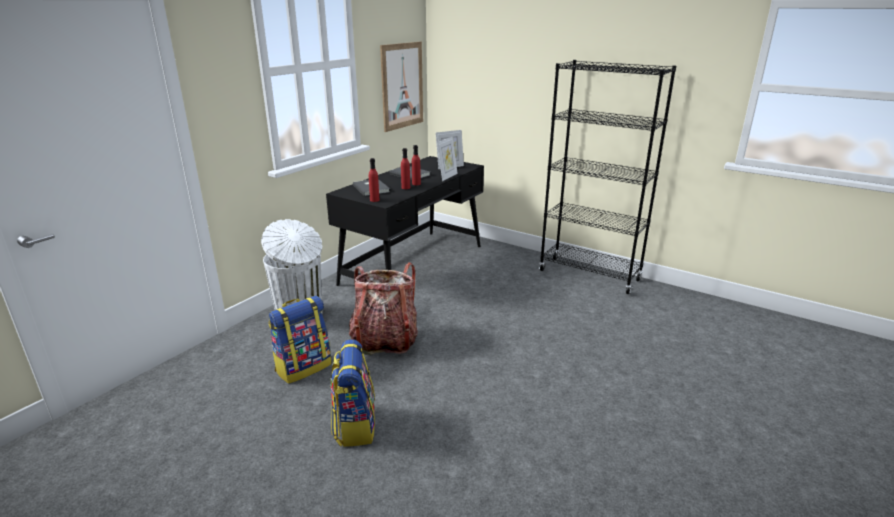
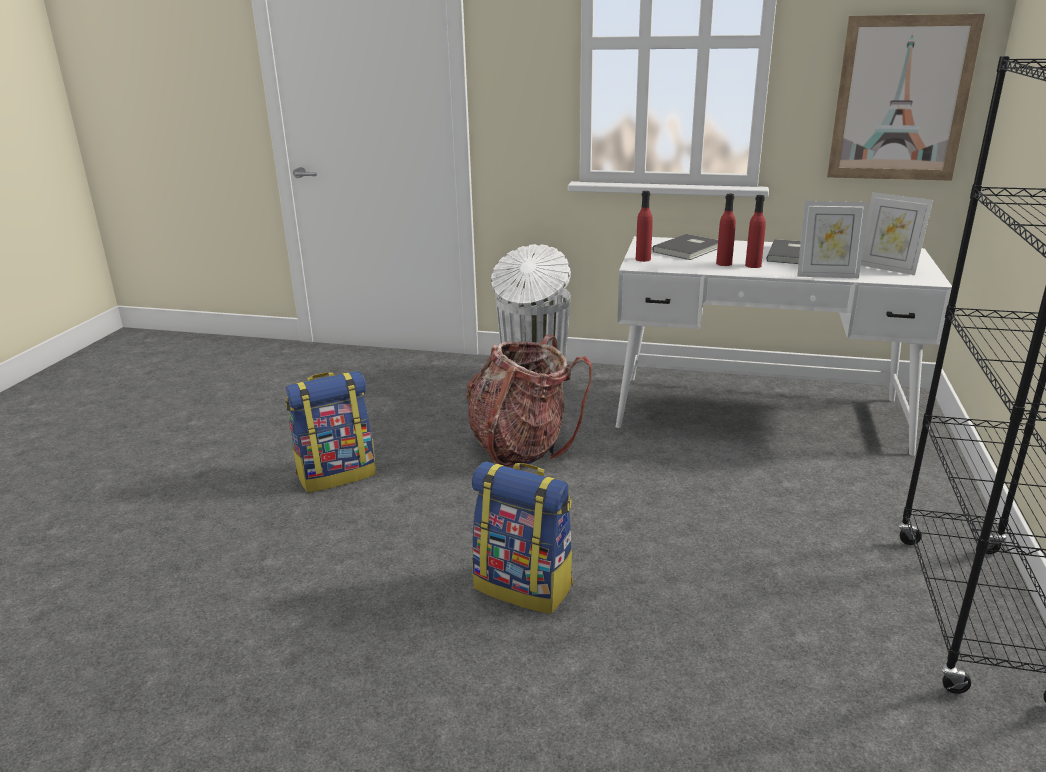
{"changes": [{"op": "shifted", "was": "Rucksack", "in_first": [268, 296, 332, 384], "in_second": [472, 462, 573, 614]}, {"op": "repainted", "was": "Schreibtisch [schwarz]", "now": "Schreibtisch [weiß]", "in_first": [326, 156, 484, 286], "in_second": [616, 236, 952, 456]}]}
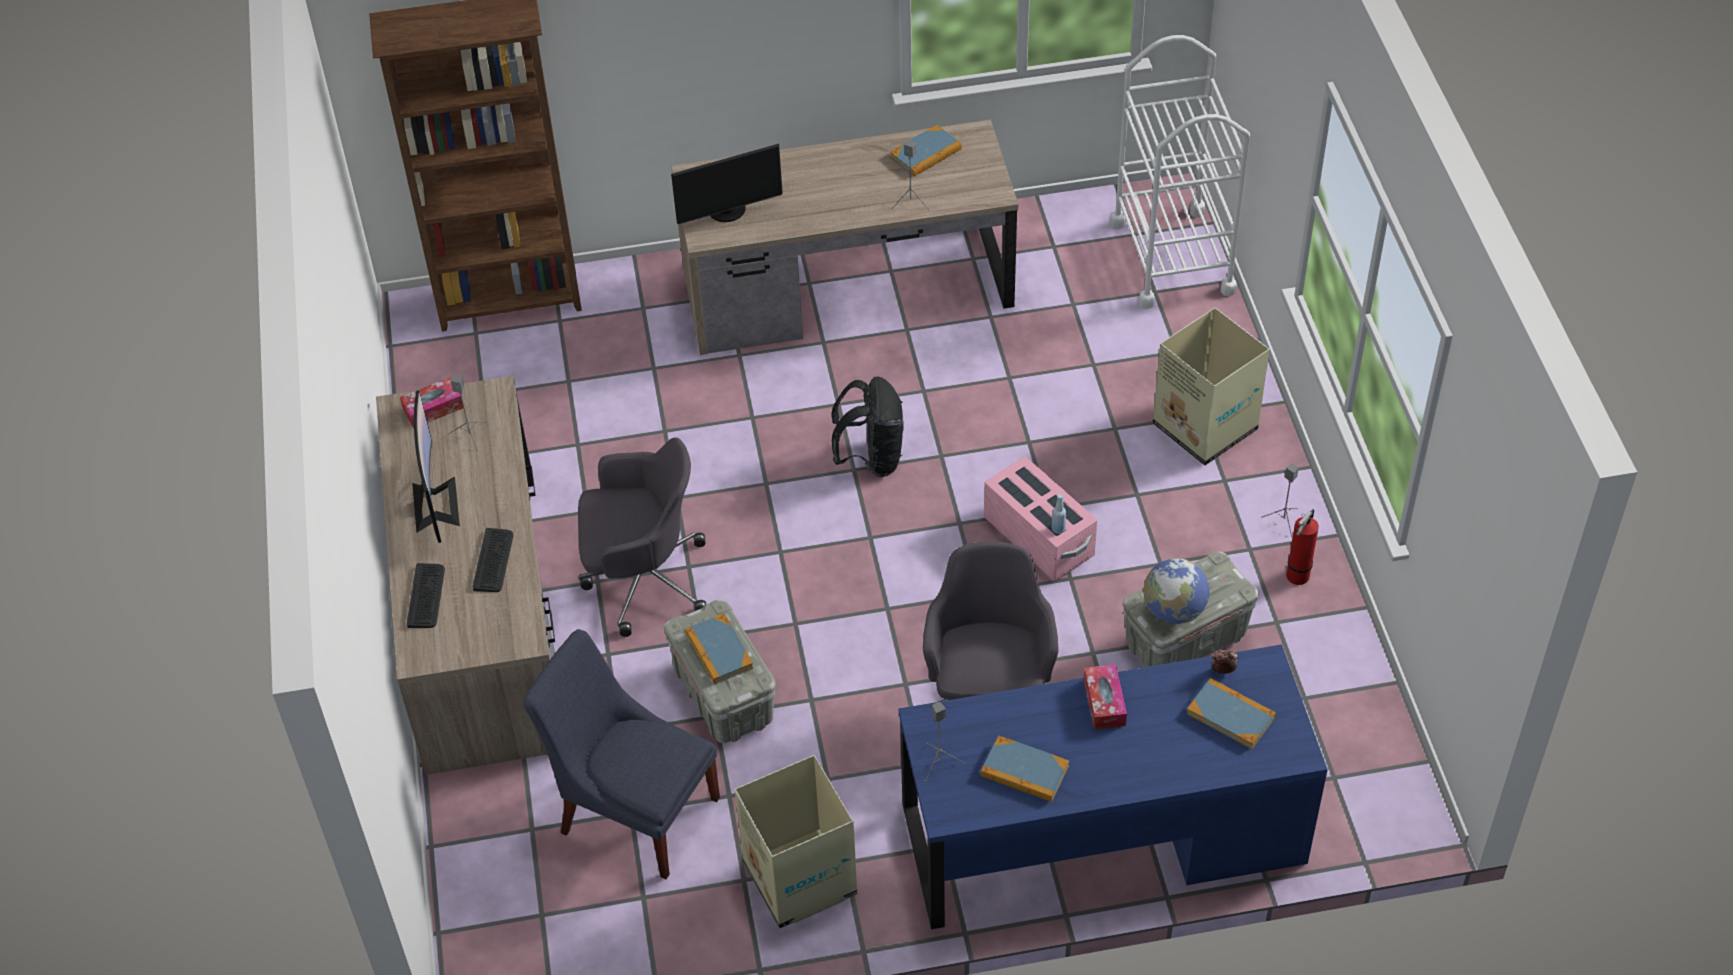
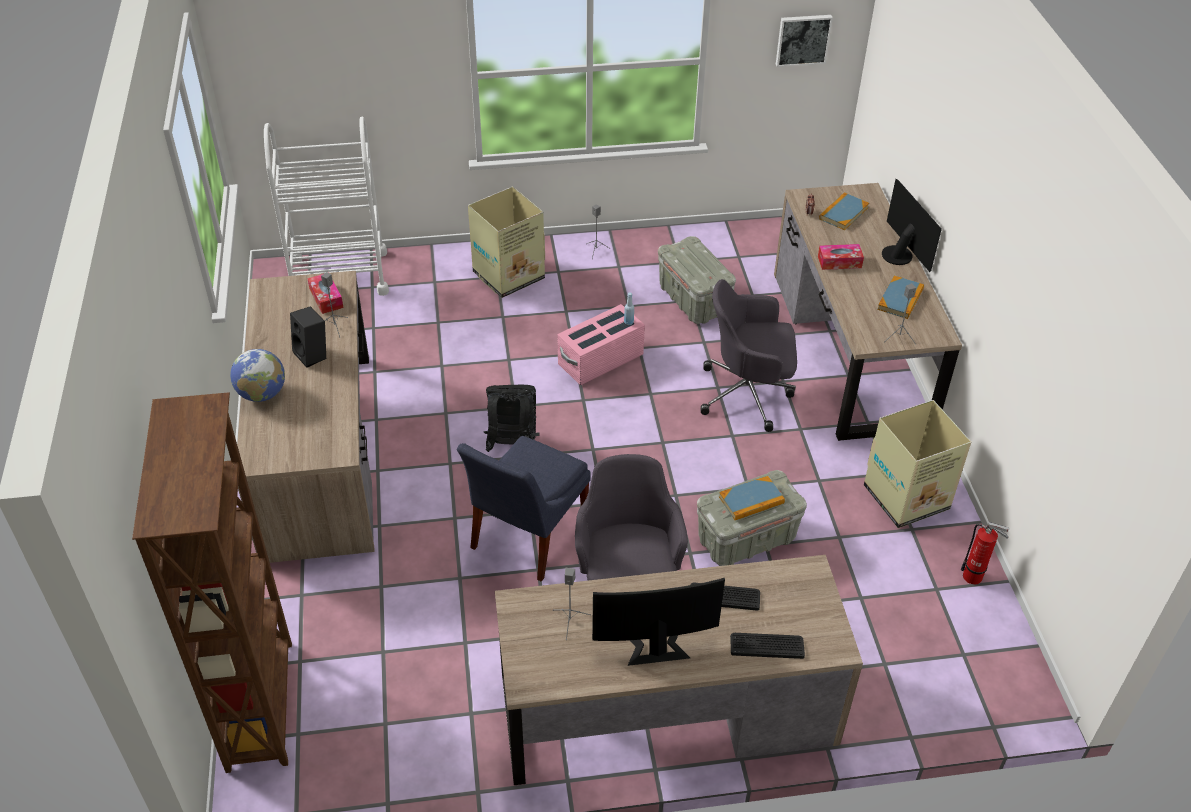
{"changes": [{"op": "shifted", "was": "Globus", "in_first": [1143, 558, 1210, 624], "in_second": [230, 349, 285, 402]}, {"op": "new", "now": "Lautsprecher [schwarz]", "in_second": [290, 306, 326, 368]}, {"op": "shifted", "was": "Taschentuchbox", "in_first": [400, 377, 463, 428], "in_second": [307, 272, 343, 314]}, {"op": "shifted", "was": "Stuhl [blau]", "in_first": [524, 629, 720, 879], "in_second": [457, 436, 591, 581]}, {"op": "repainted", "was": "Schreibtisch [blau]", "now": "Schreibtisch [braun]", "in_first": [899, 644, 1328, 929], "in_second": [774, 183, 962, 441]}, {"op": "new", "now": "Bild", "in_second": [776, 15, 833, 67]}, {"op": "shifted", "was": "Monitor", "in_first": [671, 144, 783, 224], "in_second": [882, 179, 942, 272]}, {"op": "shifted", "was": "Feuerlöscher", "in_first": [1286, 509, 1319, 585], "in_second": [961, 522, 1009, 584]}, {"op": "gone", "was": "Buch", "in_first": [890, 125, 962, 177]}]}
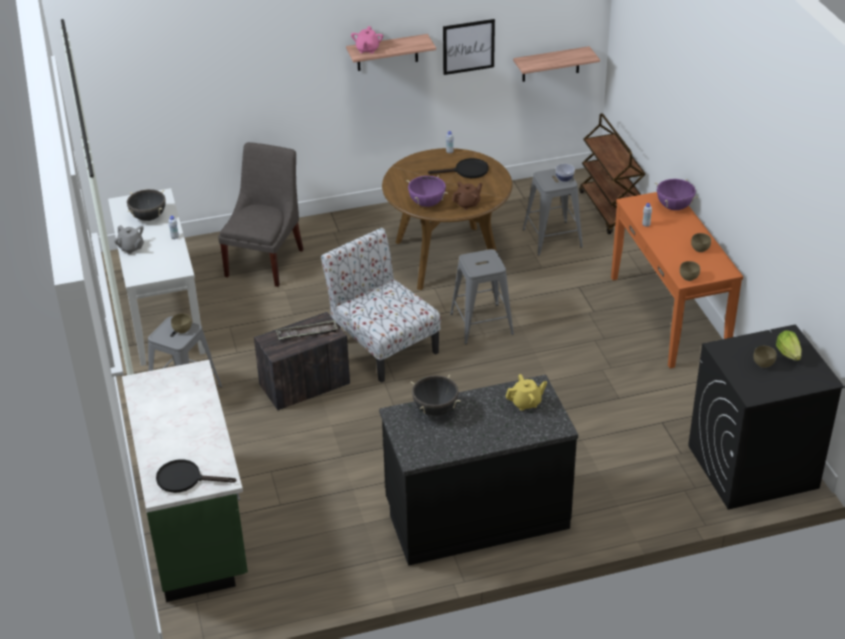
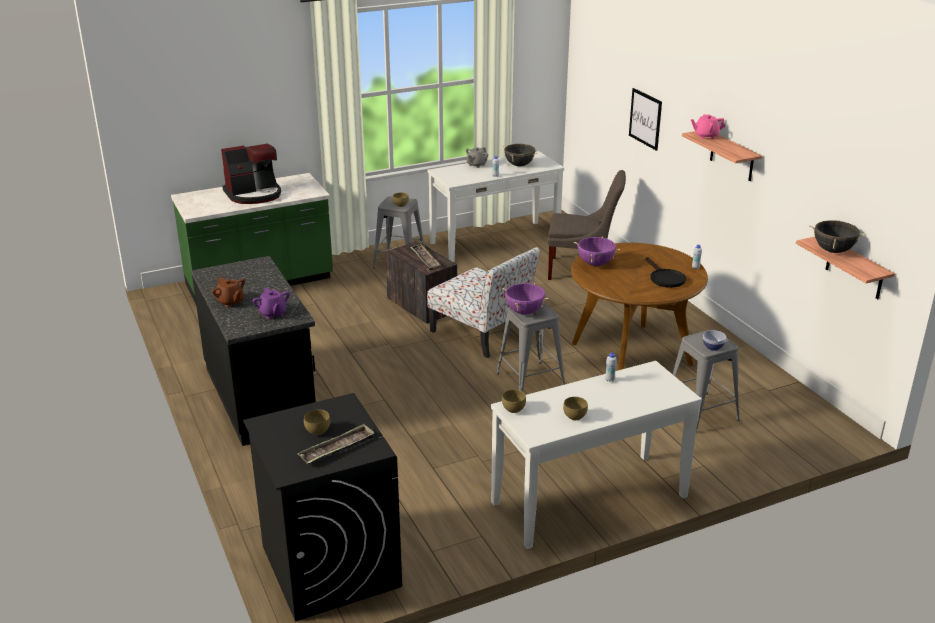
{"changes": [{"op": "shifted", "was": "Teekanne [braun]", "in_first": [452, 182, 482, 210], "in_second": [212, 277, 245, 307]}, {"op": "new", "now": "Kaffeemaschine", "in_second": [221, 143, 281, 204]}, {"op": "repainted", "was": "Teekanne [gelb]", "now": "Teekanne [lila]", "in_first": [506, 374, 547, 411], "in_second": [253, 287, 290, 319]}, {"op": "swapped", "was": "Salatkopf", "now": "Tablett", "in_first": [776, 331, 801, 361], "in_second": [298, 424, 375, 464]}, {"op": "rotated", "was": "Stuhl", "in_first": [321, 228, 441, 383], "in_second": [427, 247, 540, 358], "clockwise": 90}, {"op": "repainted", "was": "Konsolentisch [orange]", "now": "Konsolentisch [weiß]", "in_first": [611, 192, 743, 368], "in_second": [491, 361, 702, 549]}, {"op": "shifted", "was": "Kochtopf [lila]", "in_first": [655, 179, 698, 210], "in_second": [502, 283, 549, 315]}, {"op": "shifted", "was": "Bild", "in_first": [443, 19, 495, 75], "in_second": [629, 88, 662, 151]}, {"op": "shifted", "was": "Kochtopf [schwarz]", "in_first": [410, 375, 461, 416], "in_second": [809, 220, 865, 253]}, {"op": "gone", "was": "Pfanne [schwarz]", "in_first": [156, 459, 236, 493]}, {"op": "gone", "was": "Rollwagen [braun]", "in_first": [579, 113, 646, 234]}]}
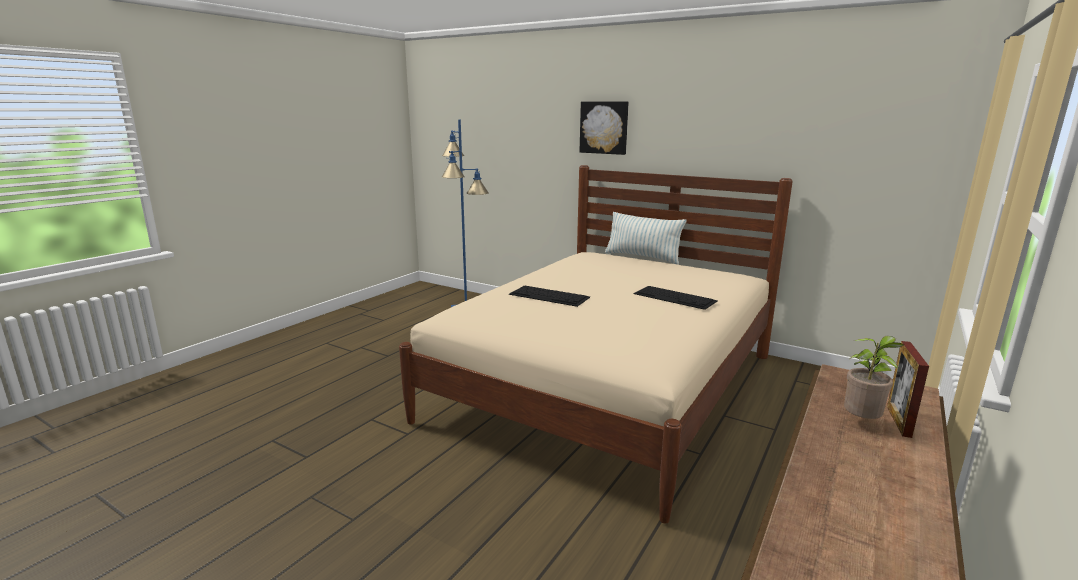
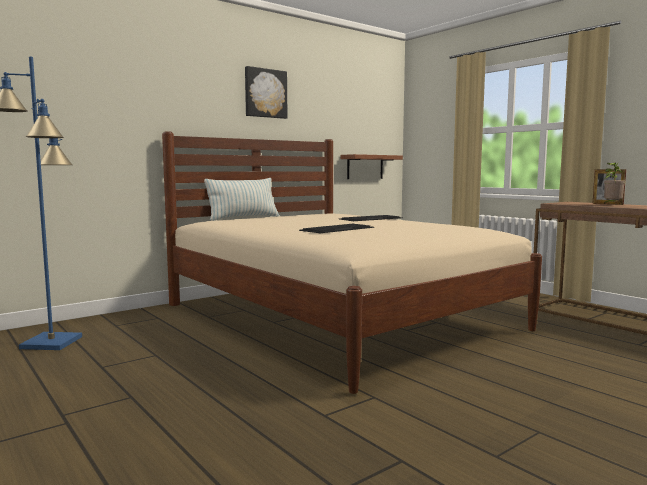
{"changes": [{"op": "shifted", "was": "Bild", "in_first": [579, 101, 629, 155], "in_second": [245, 66, 287, 119]}, {"op": "new", "now": "Wandregal [braun]", "in_second": [341, 154, 403, 179]}]}
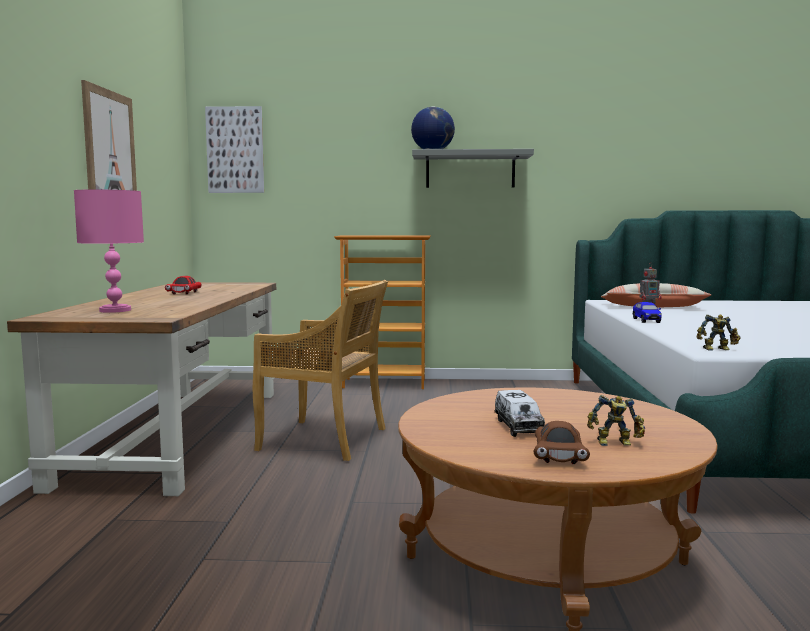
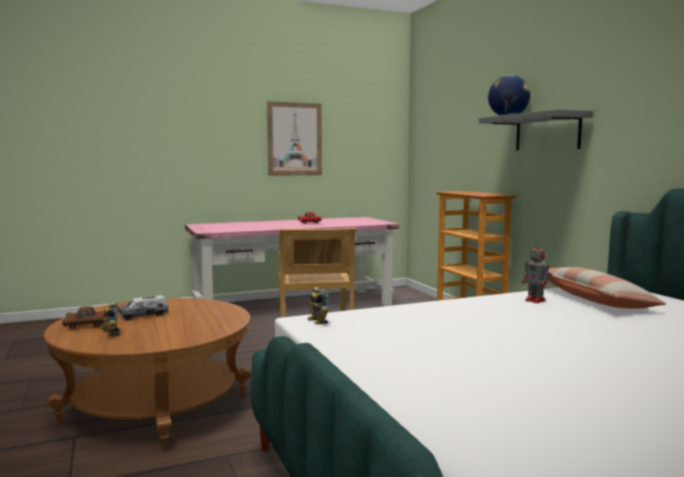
{"changes": [{"op": "repainted", "was": "Schreibtisch [braun]", "now": "Schreibtisch [rosa]", "in_first": [7, 282, 276, 496], "in_second": [185, 217, 399, 306]}, {"op": "gone", "was": "Tischlampe [rosa]", "in_first": [74, 190, 144, 313]}, {"op": "gone", "was": "Bild", "in_first": [205, 106, 264, 193]}, {"op": "gone", "was": "Spielzeugauto", "in_first": [632, 302, 662, 323]}]}
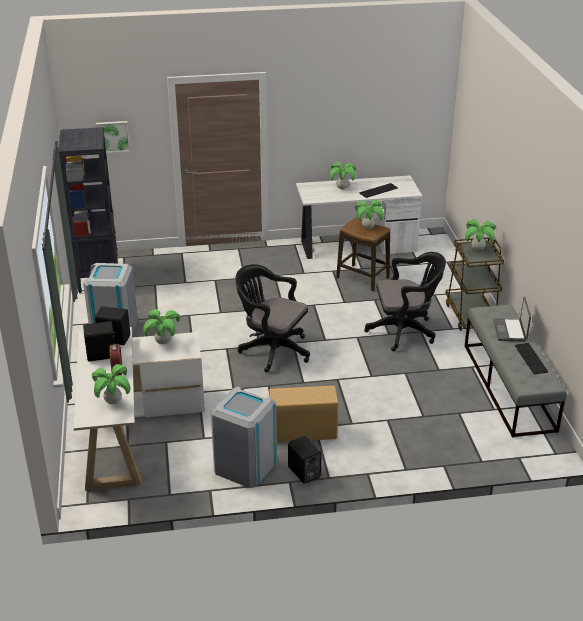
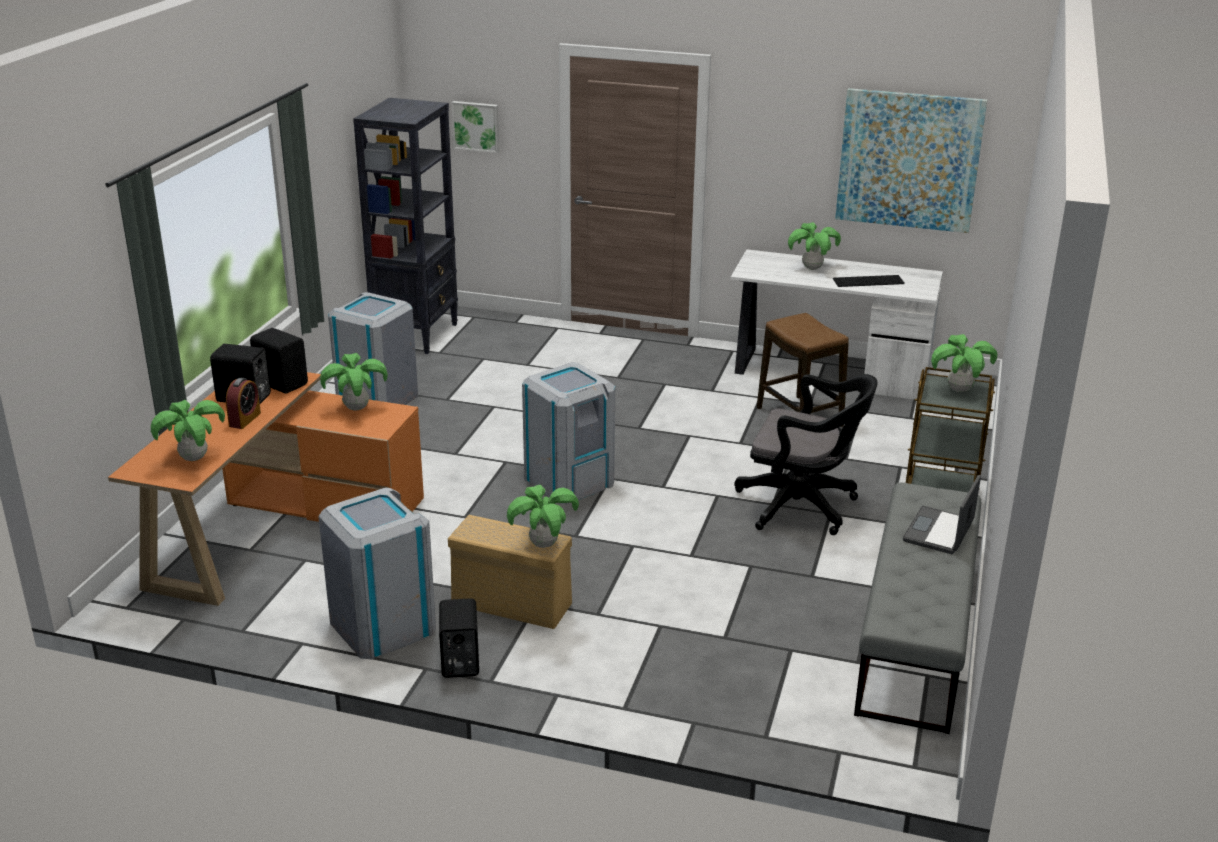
{"changes": [{"op": "repainted", "was": "Schreibtisch [weiß]", "now": "Schreibtisch [orange]", "in_first": [74, 327, 205, 491], "in_second": [108, 372, 424, 606]}, {"op": "shifted", "was": "Topfpflanze", "in_first": [355, 199, 384, 229], "in_second": [507, 485, 579, 548]}, {"op": "swapped", "was": "Bürostuhl [schwarz]", "now": "Mülleimer [grau]", "in_first": [235, 264, 310, 373], "in_second": [522, 362, 615, 504]}, {"op": "new", "now": "Bild", "in_second": [835, 88, 987, 233]}, {"op": "gone", "was": "Tastatur", "in_first": [515, 343, 548, 374]}]}
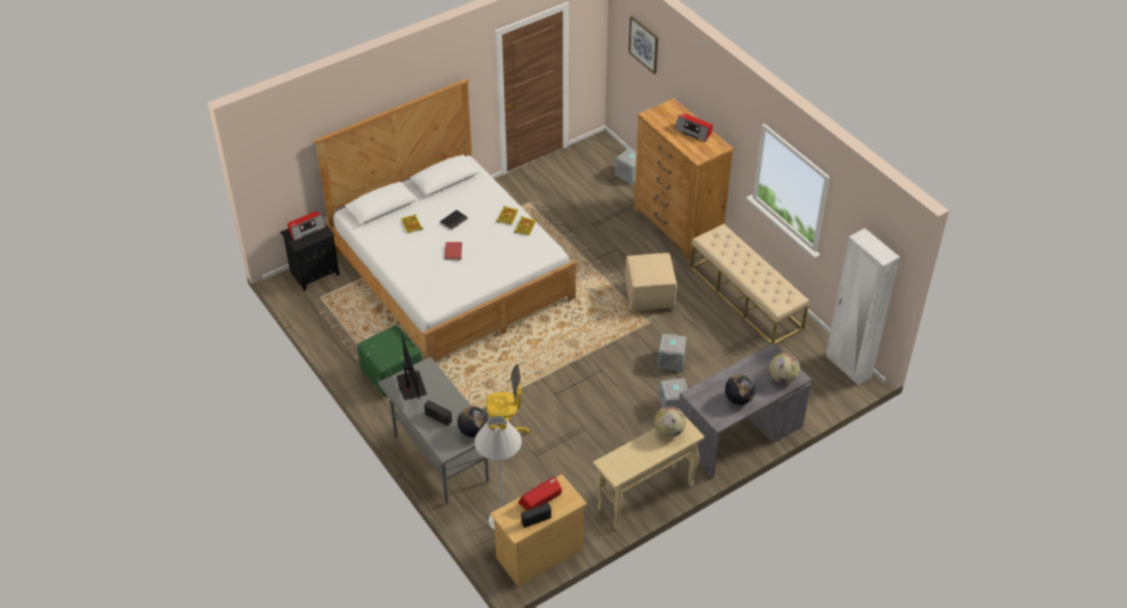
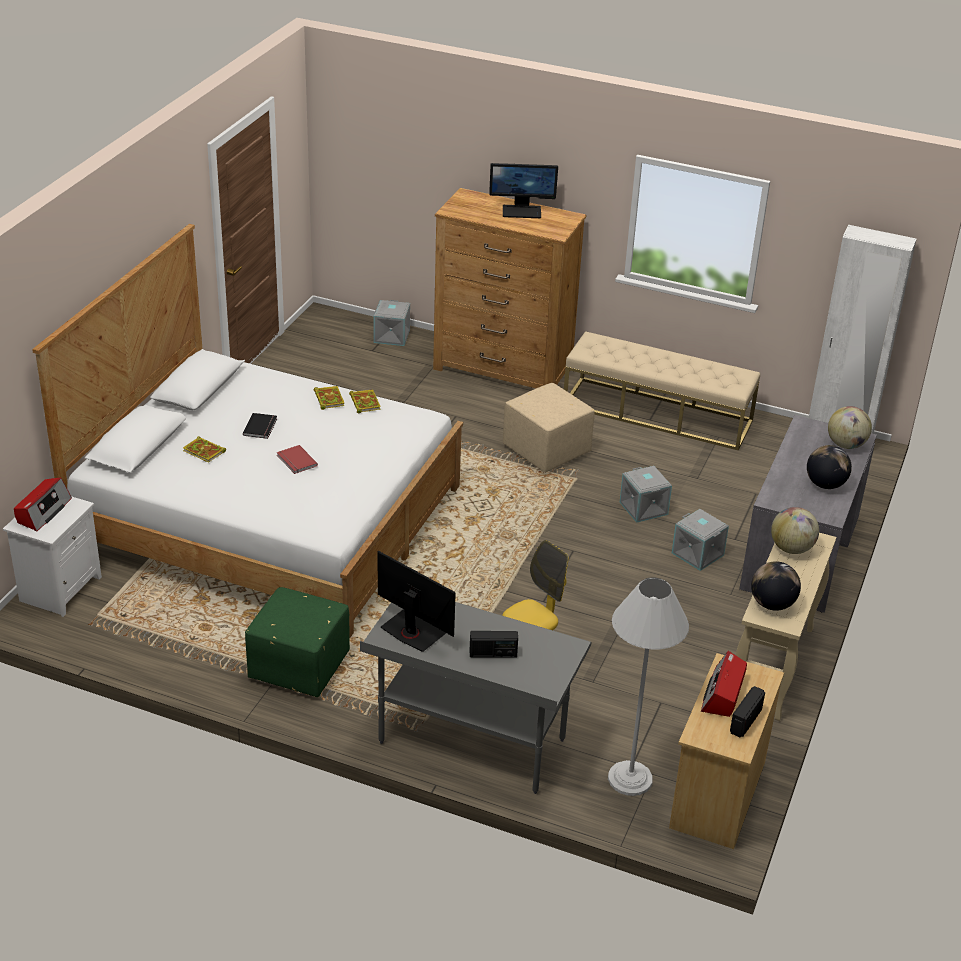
{"changes": [{"op": "repainted", "was": "Nachttisch [schwarz]", "now": "Nachttisch [weiß]", "in_first": [280, 224, 340, 291], "in_second": [3, 496, 102, 617]}, {"op": "swapped", "was": "Radio", "now": "Monitor", "in_first": [675, 114, 713, 142], "in_second": [489, 163, 558, 218]}, {"op": "shifted", "was": "Globus", "in_first": [457, 406, 489, 437], "in_second": [751, 561, 801, 611]}, {"op": "gone", "was": "Bild", "in_first": [628, 16, 658, 74]}]}
